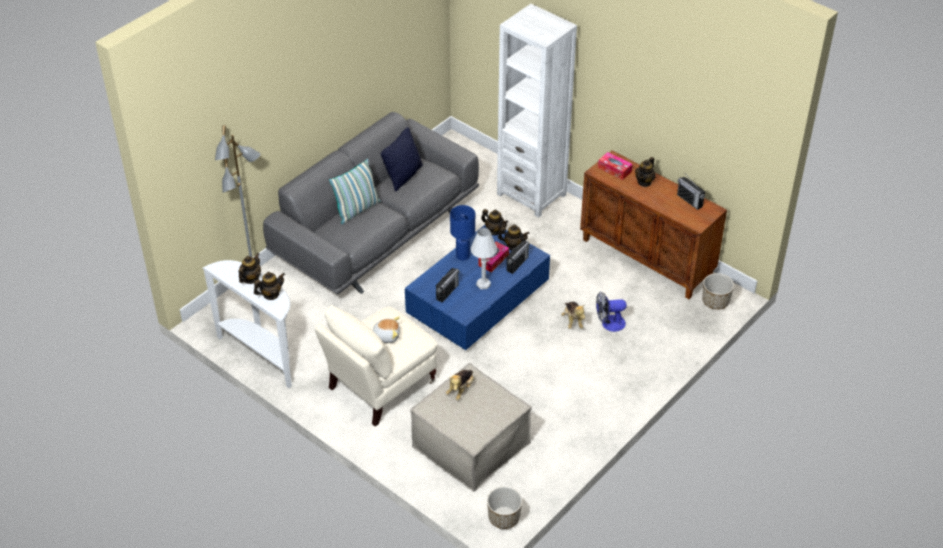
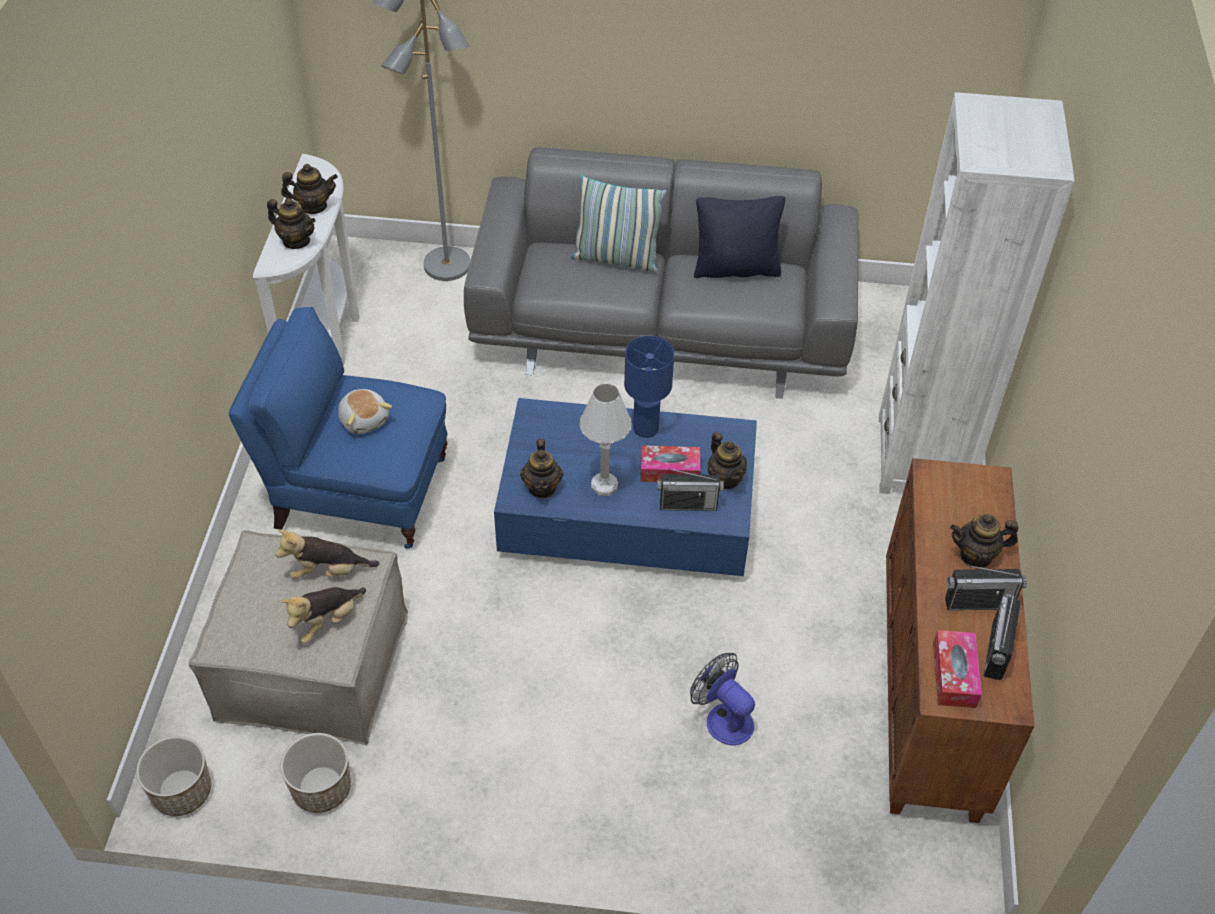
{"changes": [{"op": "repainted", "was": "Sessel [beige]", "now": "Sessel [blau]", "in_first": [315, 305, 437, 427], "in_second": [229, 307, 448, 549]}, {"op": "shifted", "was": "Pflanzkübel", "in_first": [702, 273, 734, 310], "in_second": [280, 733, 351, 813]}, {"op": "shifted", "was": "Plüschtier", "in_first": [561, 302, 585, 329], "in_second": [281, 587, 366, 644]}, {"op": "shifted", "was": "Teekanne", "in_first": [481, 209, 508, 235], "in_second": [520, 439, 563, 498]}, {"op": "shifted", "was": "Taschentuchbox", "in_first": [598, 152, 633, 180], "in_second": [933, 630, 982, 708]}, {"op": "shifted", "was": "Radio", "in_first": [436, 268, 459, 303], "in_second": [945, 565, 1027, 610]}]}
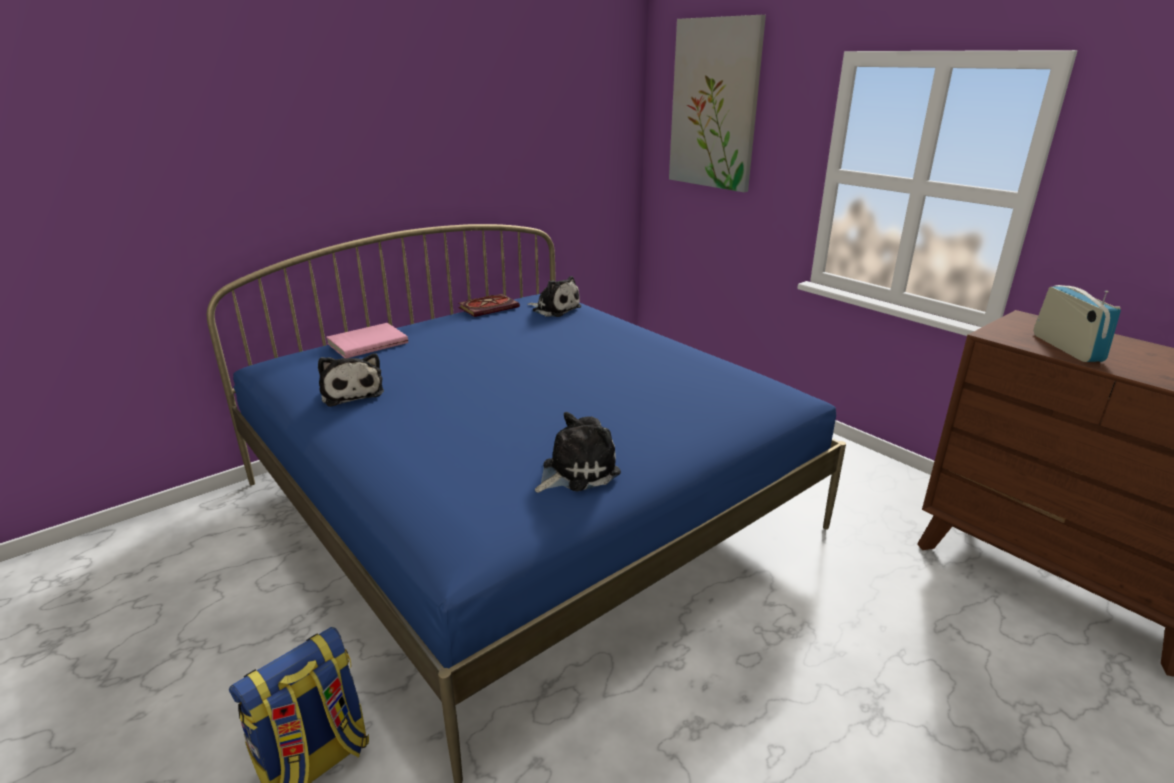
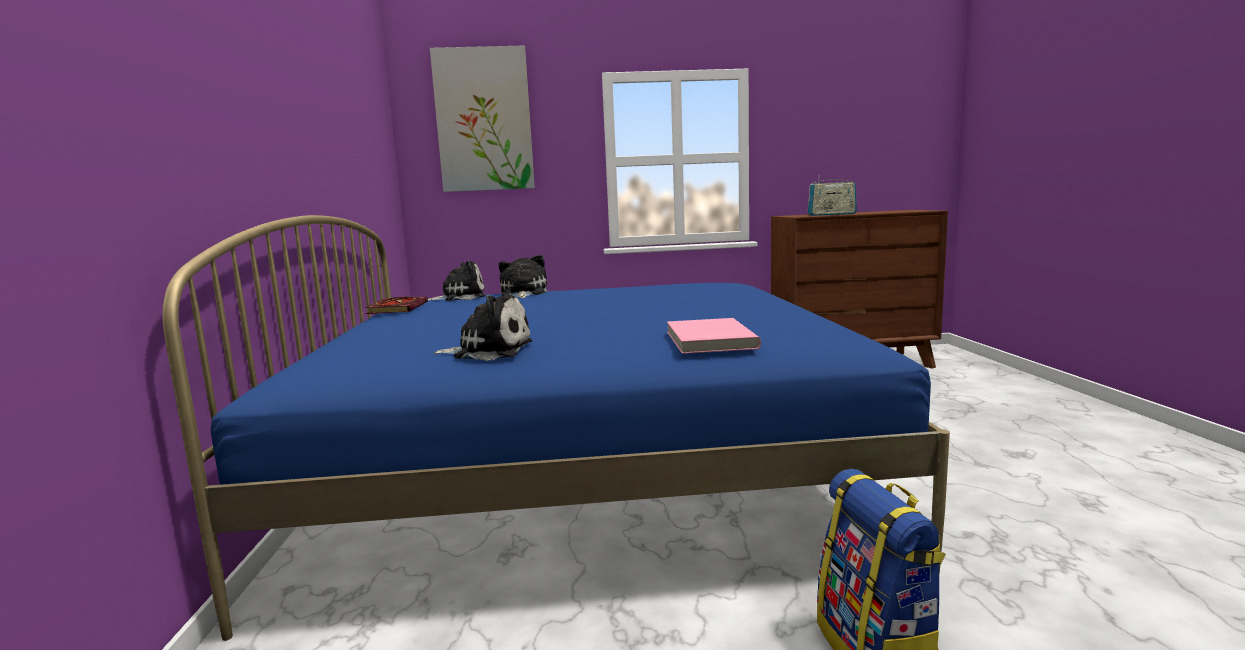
{"changes": [{"op": "shifted", "was": "Plüschtier", "in_first": [535, 412, 621, 493], "in_second": [499, 255, 547, 298]}, {"op": "shifted", "was": "Buch [rosa]", "in_first": [326, 323, 408, 358], "in_second": [667, 318, 761, 354]}, {"op": "rotated", "was": "Radio", "in_first": [1034, 285, 1121, 362], "in_second": [808, 176, 857, 216], "clockwise": 150}]}
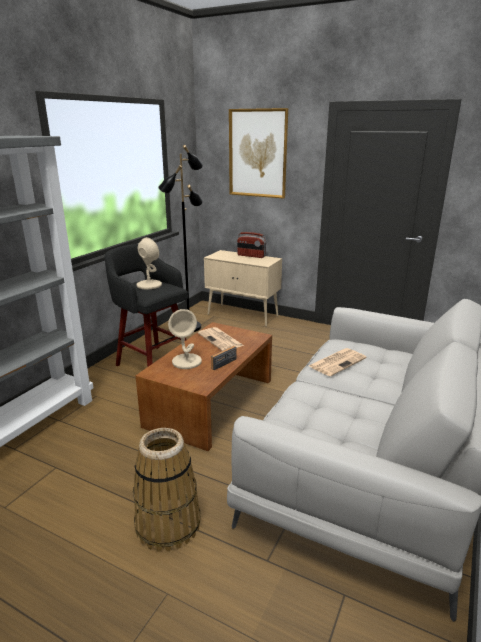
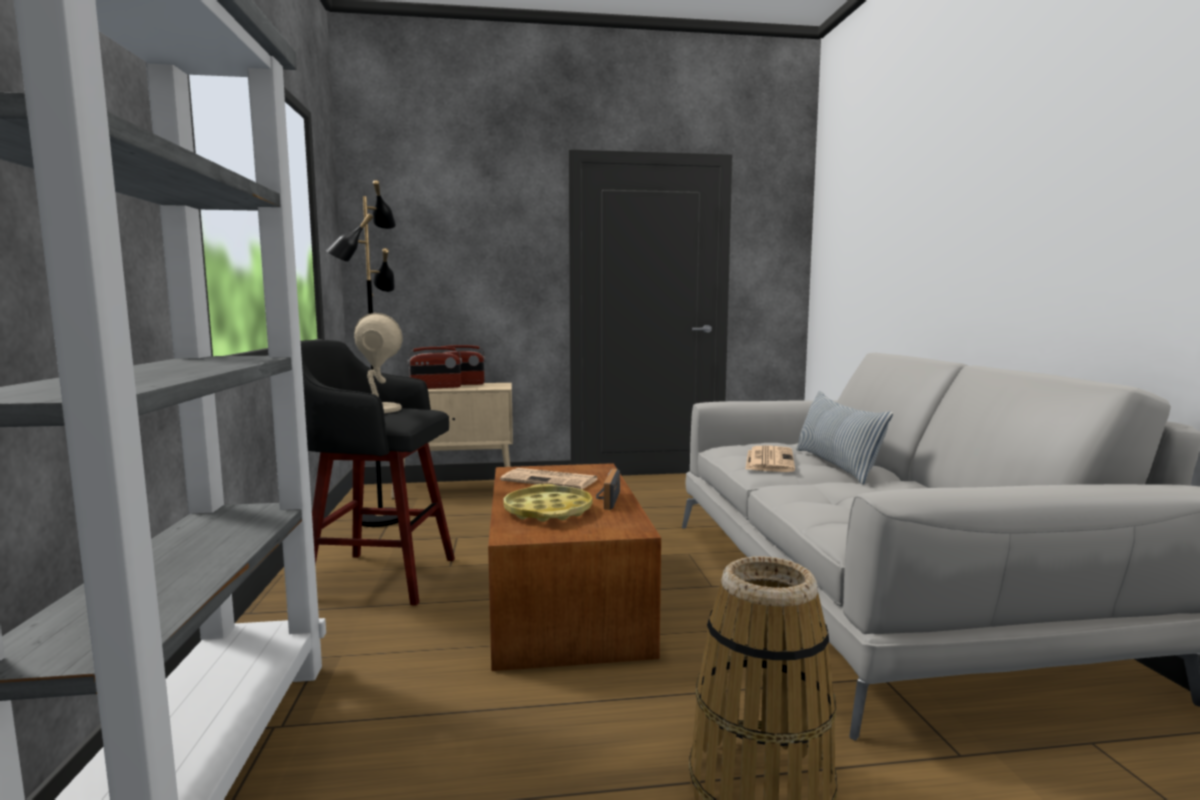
{"changes": [{"op": "new", "now": "Radio", "in_second": [407, 347, 462, 389]}, {"op": "swapped", "was": "Tischlampe [beige]", "now": "Tablett [gelb]", "in_first": [168, 309, 202, 369], "in_second": [503, 484, 593, 522]}, {"op": "new", "now": "Kissen", "in_second": [796, 391, 893, 485]}, {"op": "gone", "was": "Bild", "in_first": [229, 108, 288, 199]}]}
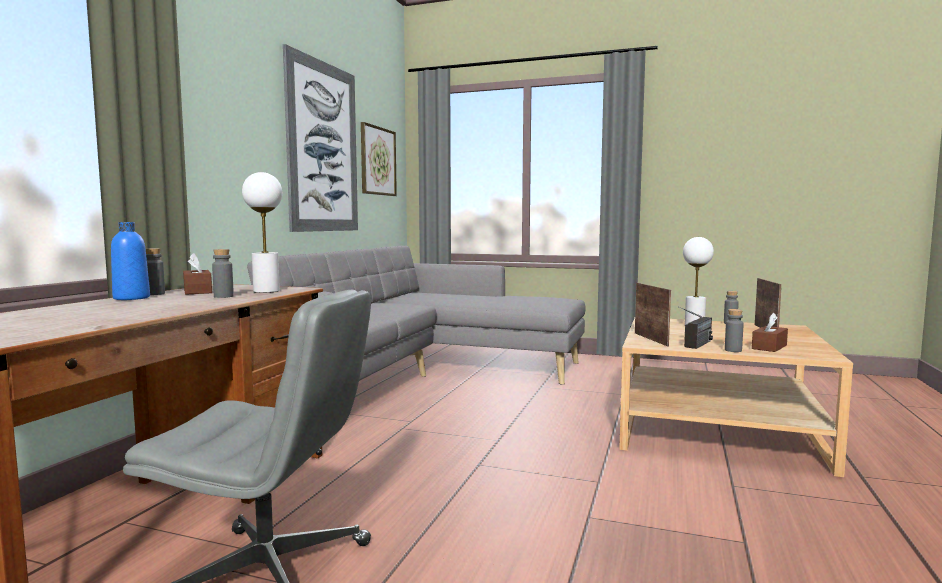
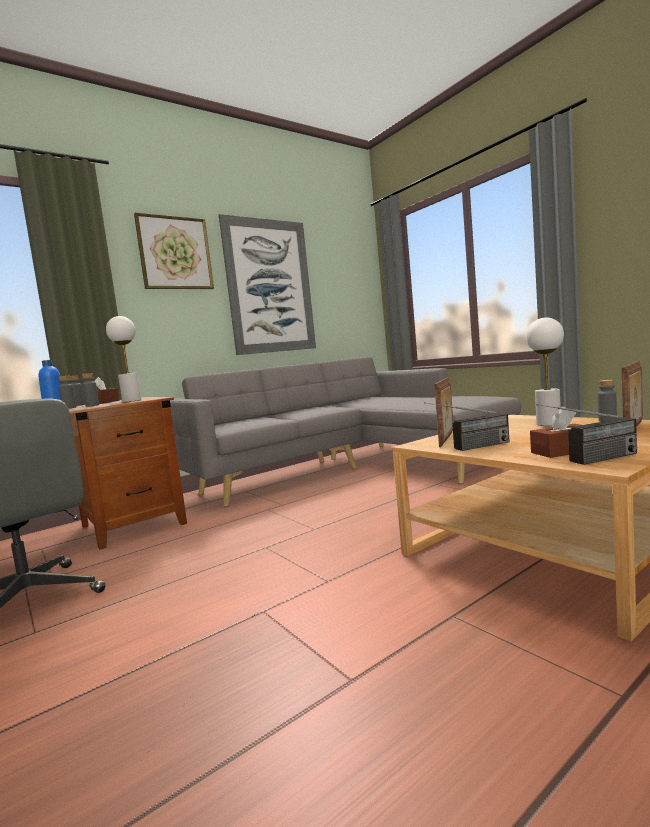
{"changes": [{"op": "shifted", "was": "Flasche [grau]", "in_first": [725, 309, 744, 352], "in_second": [59, 376, 76, 409]}, {"op": "shifted", "was": "Bild", "in_first": [361, 122, 397, 196], "in_second": [134, 213, 214, 289]}, {"op": "new", "now": "Radio", "in_second": [537, 404, 637, 465]}]}
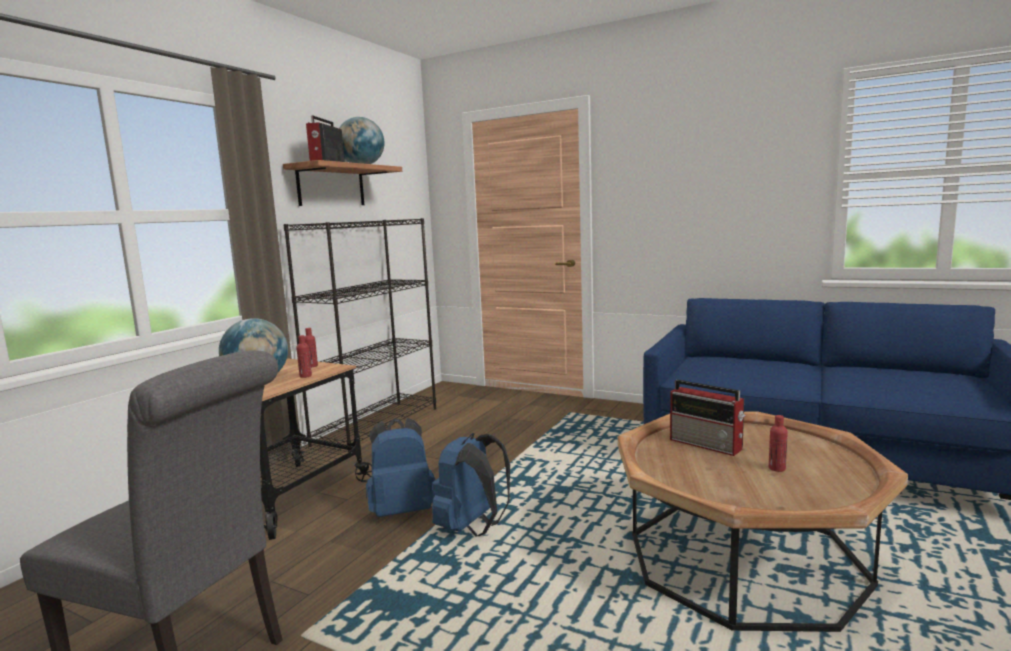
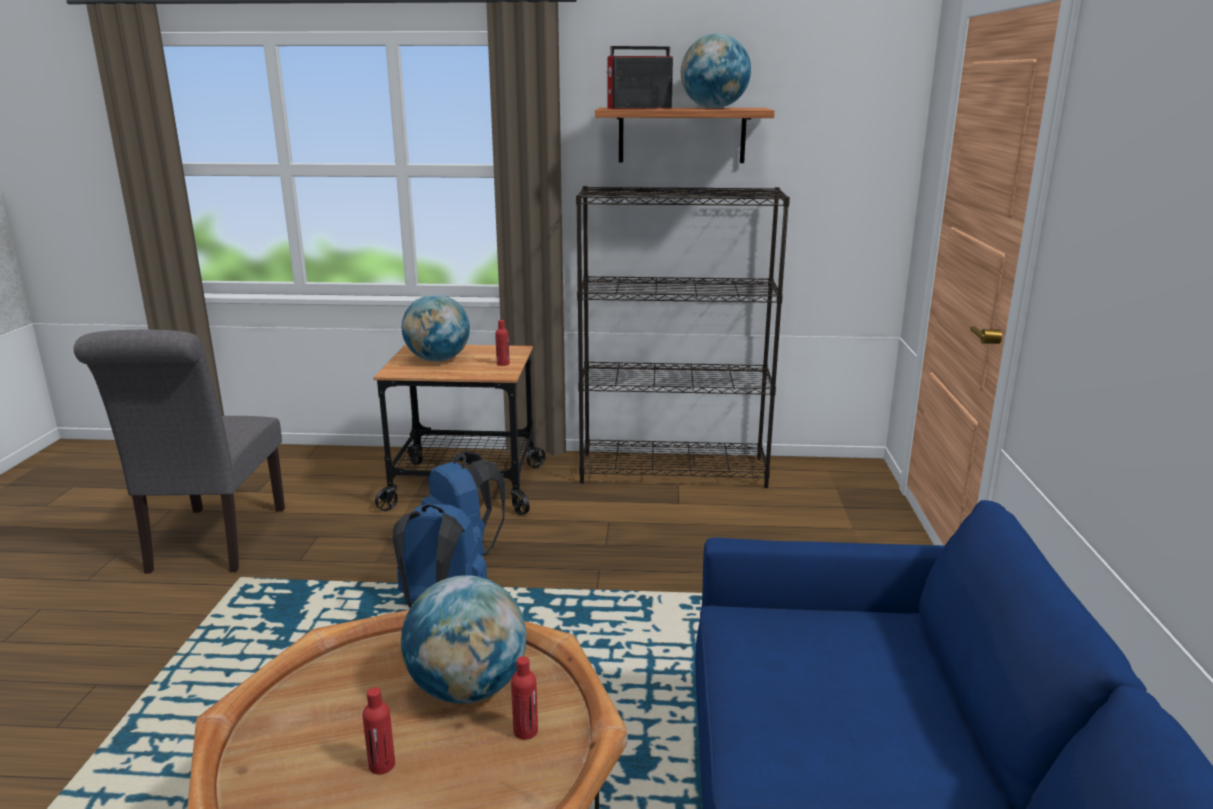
{"changes": [{"op": "swapped", "was": "Radio", "now": "Globus", "in_first": [670, 380, 746, 456], "in_second": [401, 575, 526, 703]}, {"op": "shifted", "was": "Flasche [rot]", "in_first": [296, 335, 312, 378], "in_second": [511, 656, 538, 740]}]}
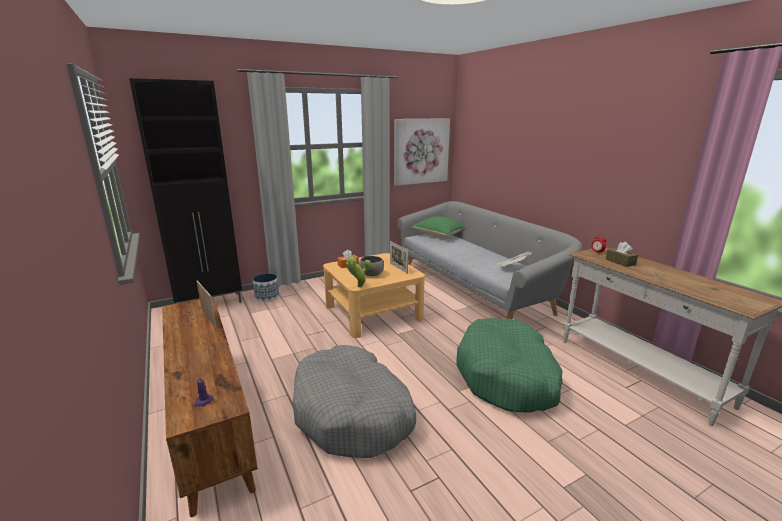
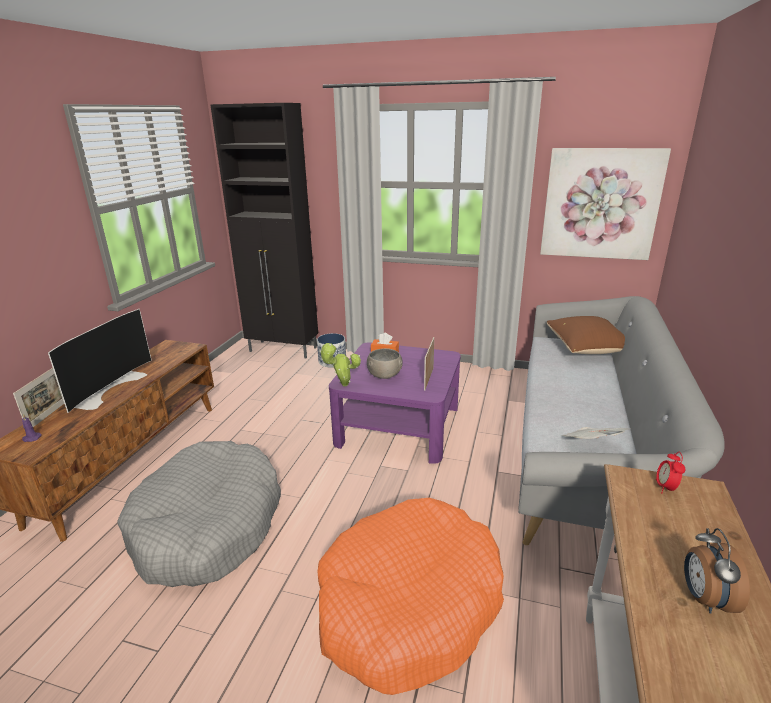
{"changes": [{"op": "shifted", "was": "Bilderrahmen", "in_first": [197, 280, 216, 328], "in_second": [13, 368, 64, 427]}, {"op": "new", "now": "Fernseher", "in_second": [48, 309, 152, 413]}, {"op": "repainted", "was": "Hundebett [grün]", "now": "Hundebett [orange]", "in_first": [456, 318, 563, 413], "in_second": [318, 498, 504, 695]}, {"op": "repainted", "was": "Couchtisch [beige]", "now": "Couchtisch [lila]", "in_first": [323, 253, 425, 338], "in_second": [329, 343, 461, 464]}, {"op": "repainted", "was": "Kissen [grün]", "now": "Kissen [braun]", "in_first": [412, 216, 464, 237], "in_second": [547, 316, 625, 354]}, {"op": "new", "now": "Wecker", "in_second": [684, 528, 750, 614]}, {"op": "gone", "was": "Taschentuchbox [braun]", "in_first": [606, 242, 638, 267]}]}
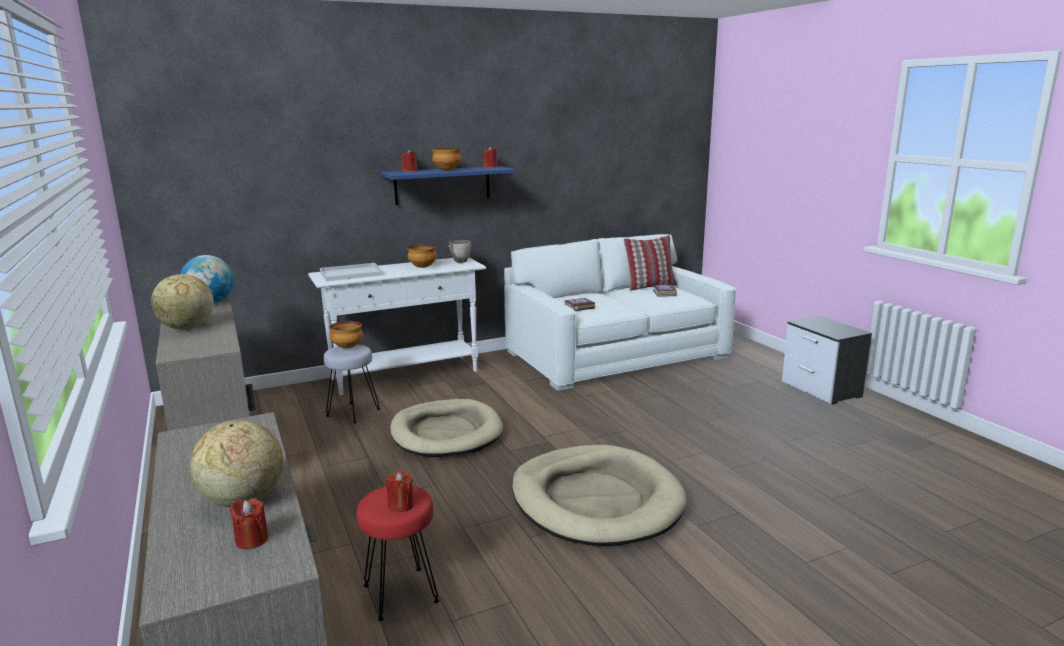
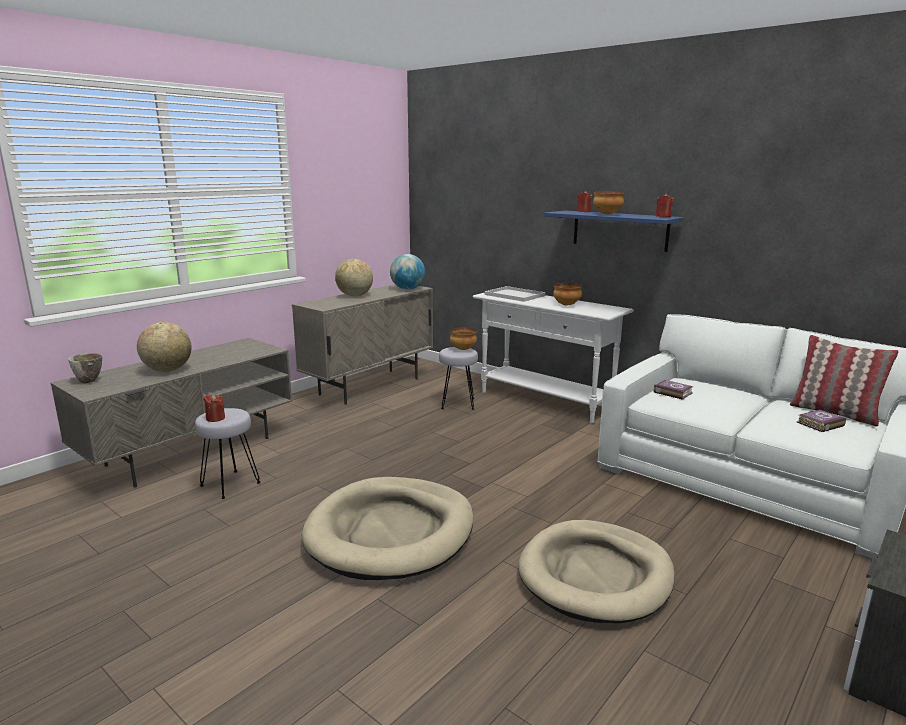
{"changes": [{"op": "shifted", "was": "Schüssel", "in_first": [448, 240, 473, 263], "in_second": [68, 353, 102, 383]}, {"op": "repainted", "was": "Hocker [rot]", "now": "Hocker [grau]", "in_first": [357, 486, 440, 621], "in_second": [195, 408, 261, 499]}, {"op": "shifted", "was": "Hundebett [beige]", "in_first": [390, 399, 503, 457], "in_second": [518, 520, 675, 623]}, {"op": "gone", "was": "Kerze [rot]", "in_first": [230, 498, 268, 549]}]}
